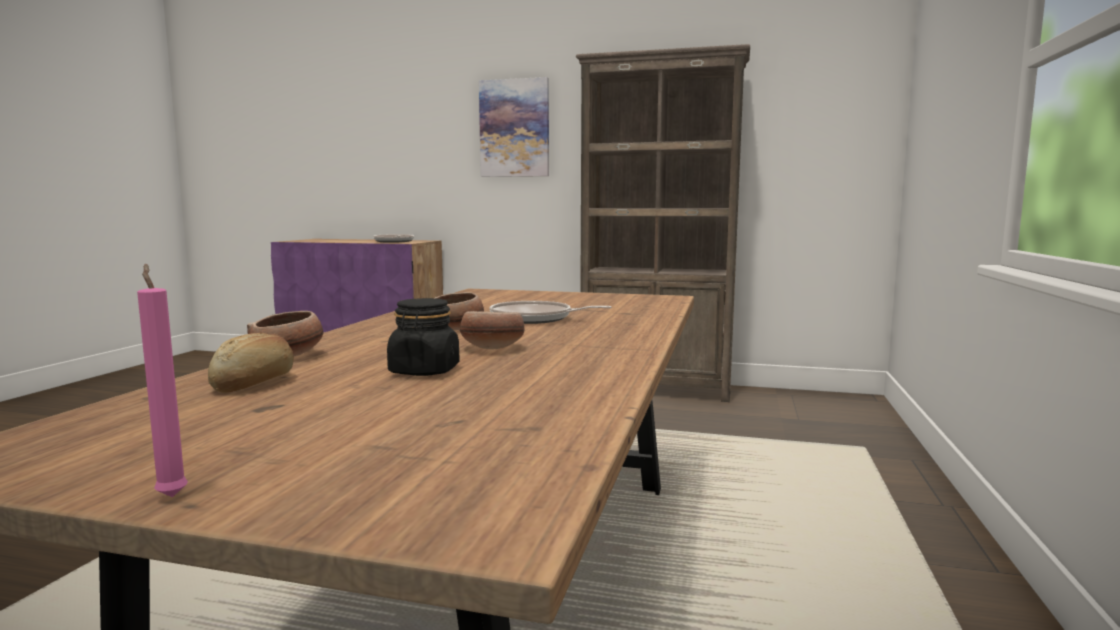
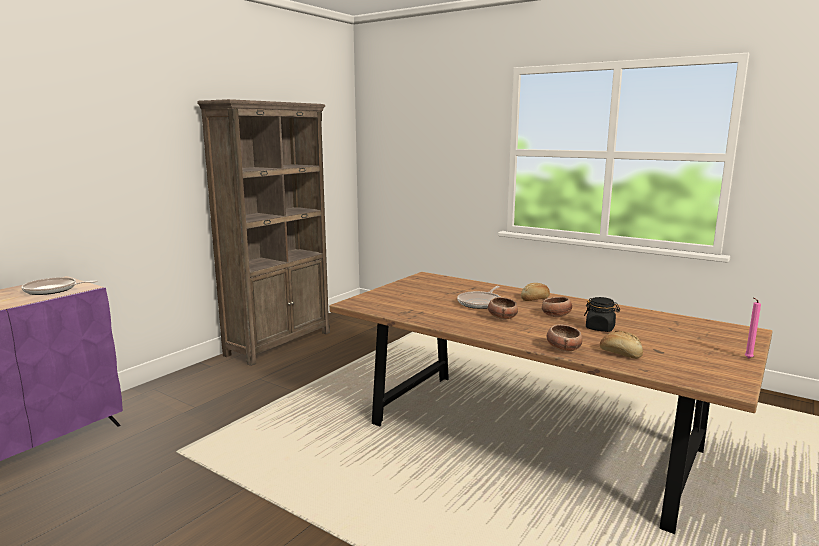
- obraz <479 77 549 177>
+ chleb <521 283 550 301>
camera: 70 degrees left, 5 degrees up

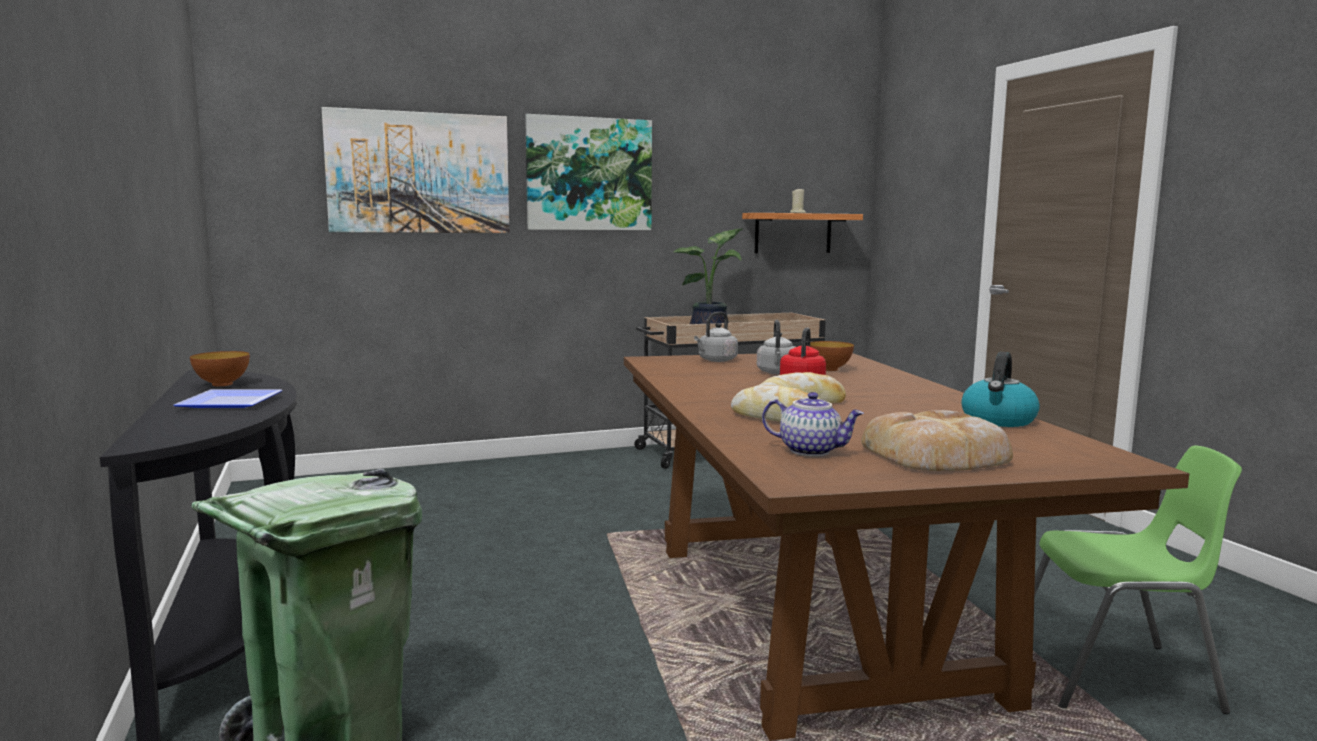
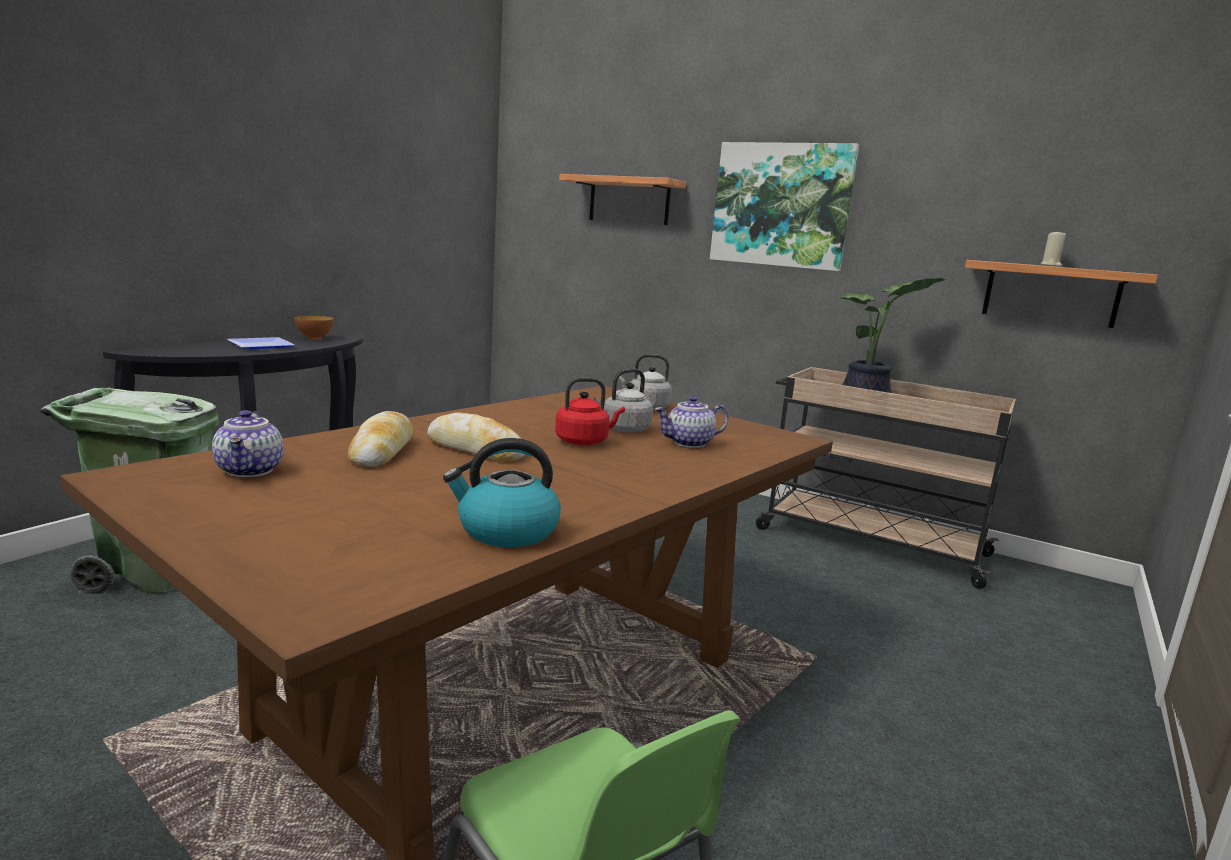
- chleb <861 410 1013 471>
~ obraz <322 107 509 233> to półka <559 174 686 225>
~ miska <810 341 854 371> to imbryk <655 396 729 448>
camera: 50 degrees right, 5 degrees up

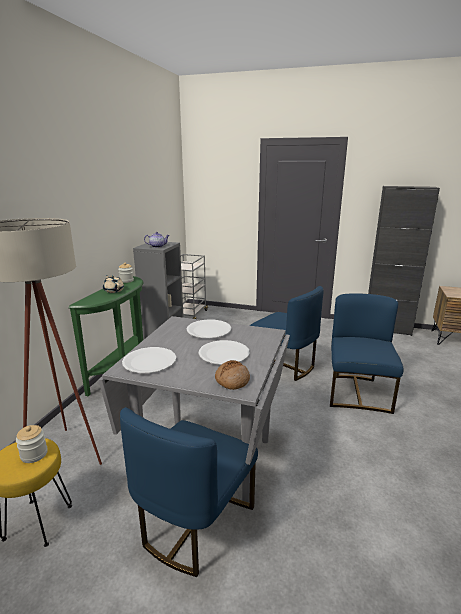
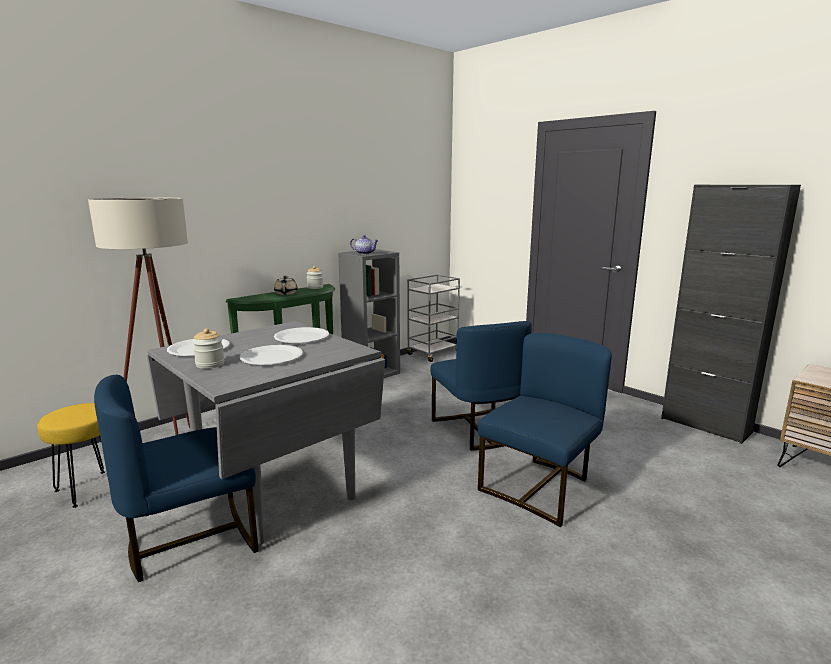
- chleb <215 360 250 390>
~ słoik <16 425 48 463> to <193 328 225 369>
camera: 30 degrees right, 5 degrees down

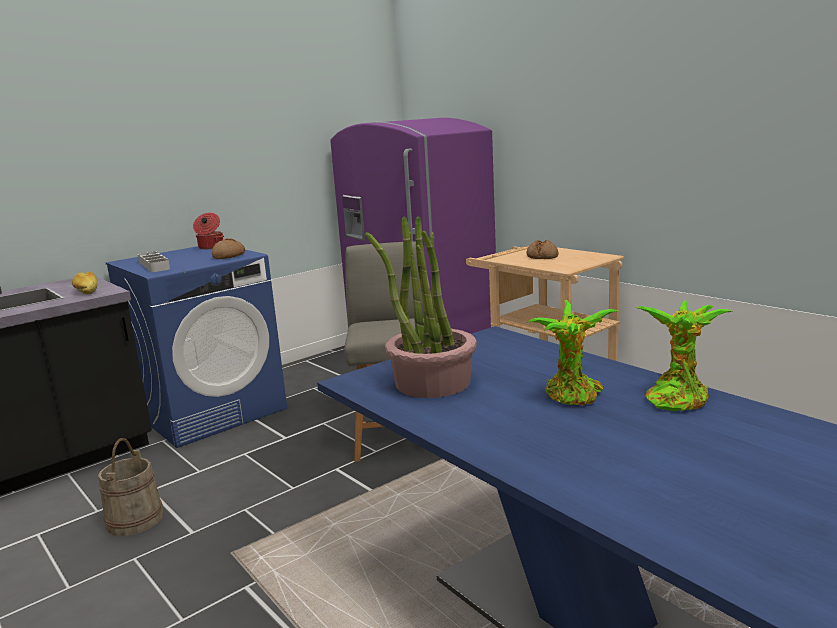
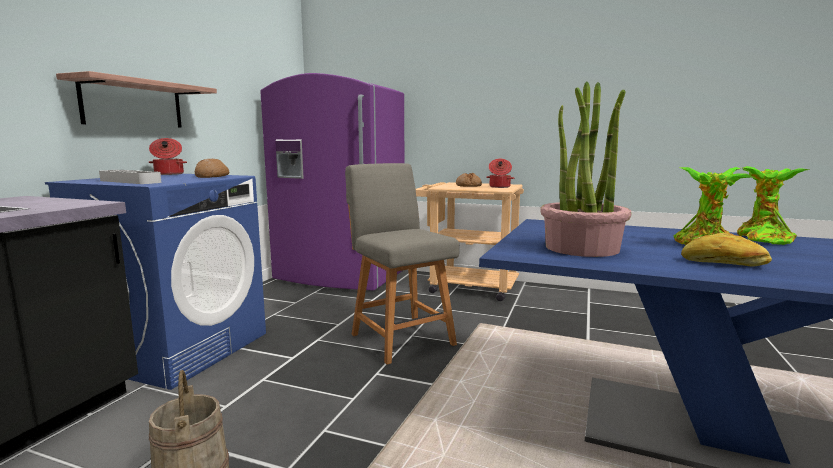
+ półka <56 71 217 127>
+ garnek <486 159 514 188>
~ chleb <72 272 97 294> to <681 232 772 266>
camera: 30 degrees left, 5 degrees down

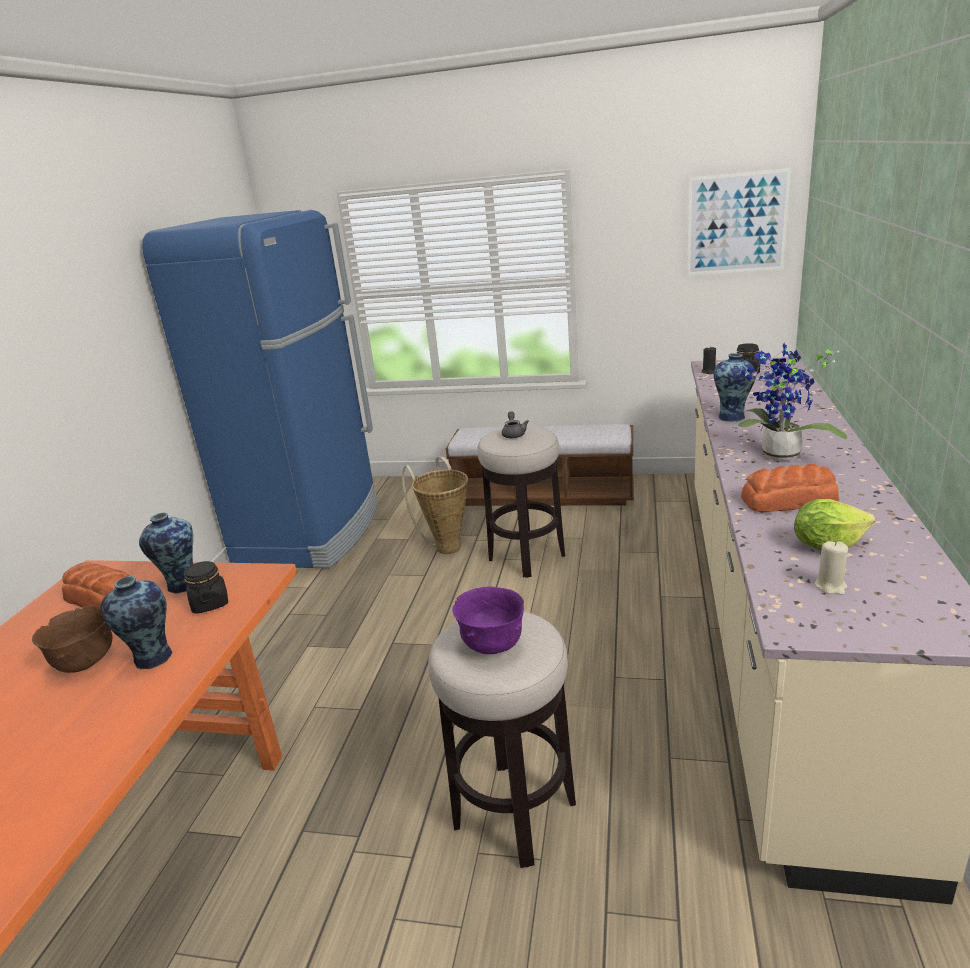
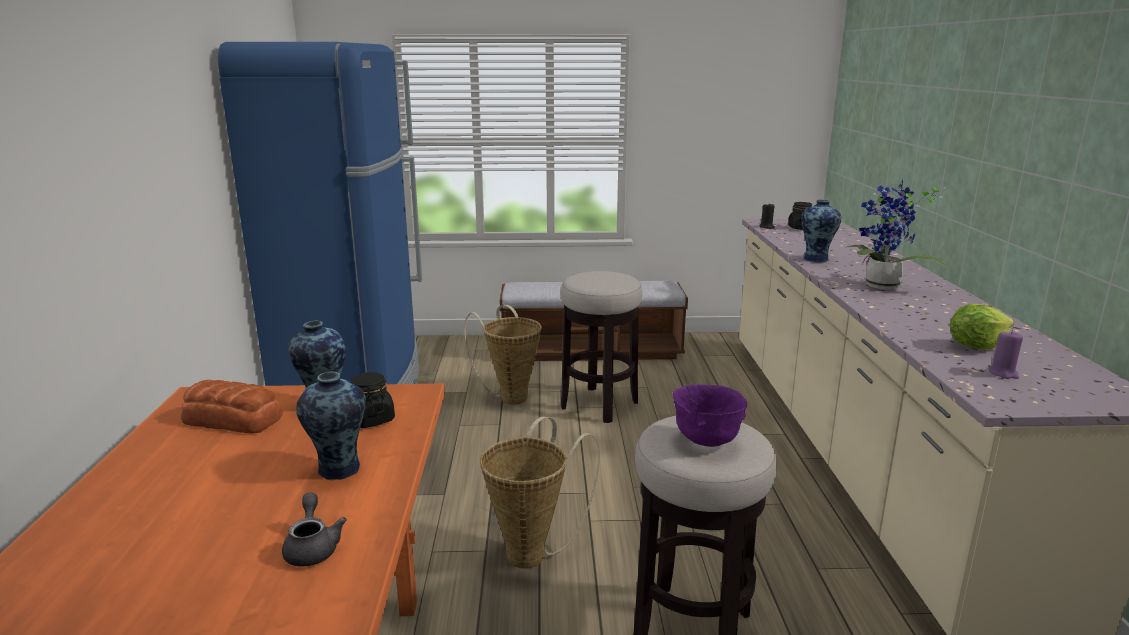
- miska (brązowy) <32 605 113 673>
- obraz <687 168 791 275>
- chleb <741 464 839 513>
+ koszyk <480 416 600 569>
~ imbryk (szary) <502 411 529 438> to <282 492 347 567>
~ świeca (beżowy) <815 541 848 595> to świeca (fioletowy) <989 330 1023 379>
camera: 15 degrees left, 5 degrees down

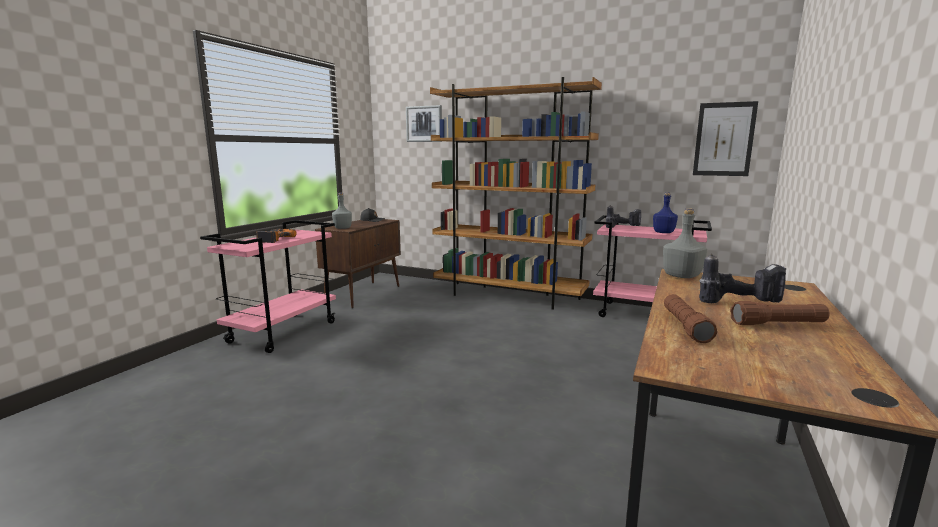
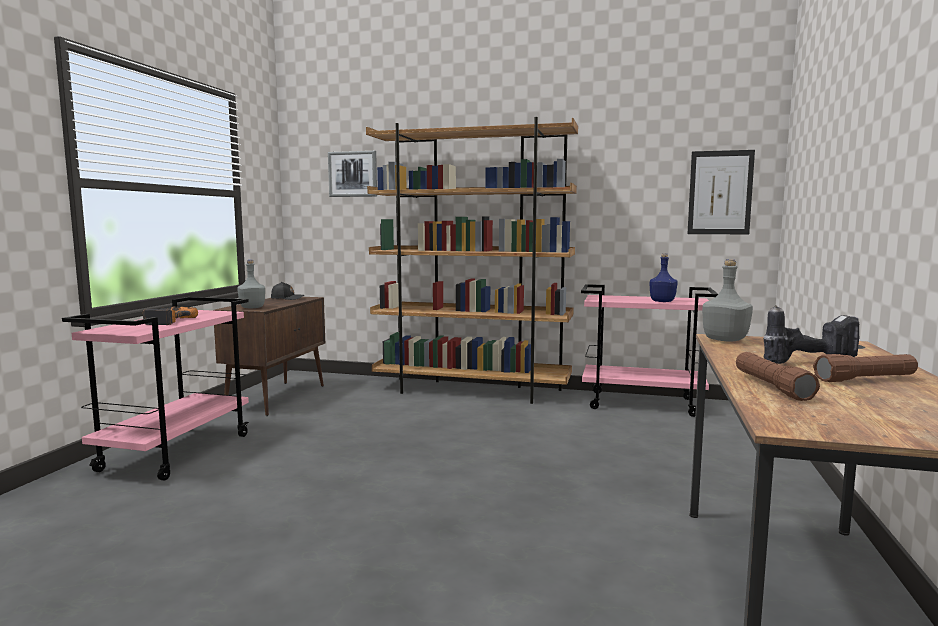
- wiertarka <606 205 641 228>
camera: 10 degrees left, 5 degrees down

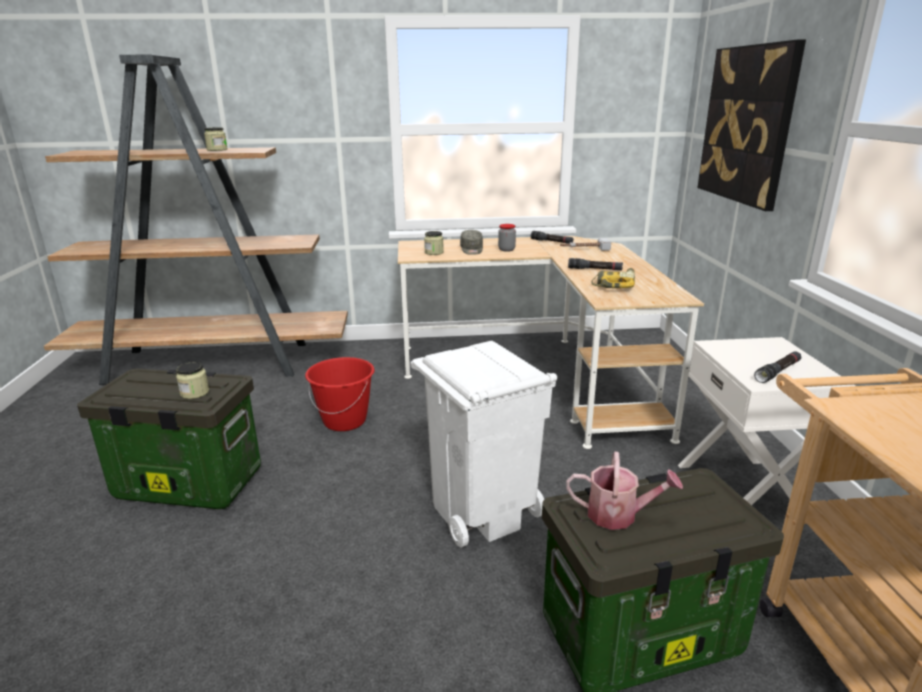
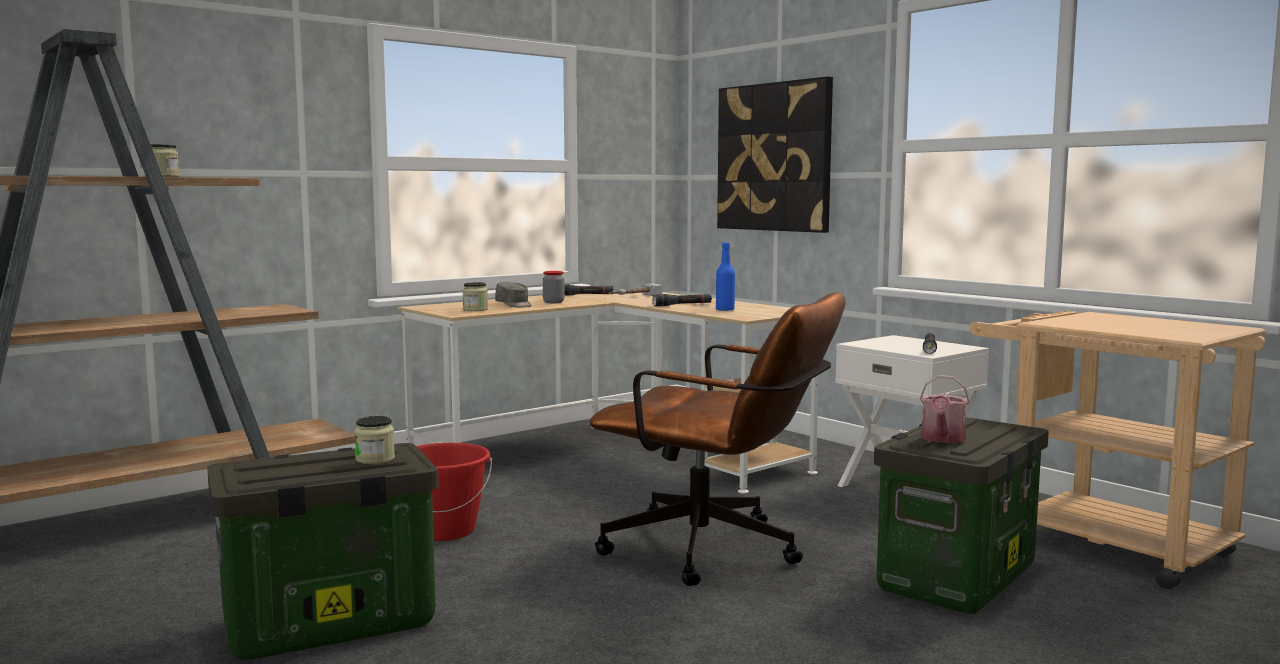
~ kosz na śmieci (biały) <411 341 557 548> to krzesło biurowe (brązowy) <590 293 845 586>
~ wiertarka <592 268 635 288> to butelka (niebieski) <716 242 735 311>
~ konewka <566 452 683 530> = <920 375 970 443> 135 degrees clockwise
camera: 35 degrees left, 15 degrees down

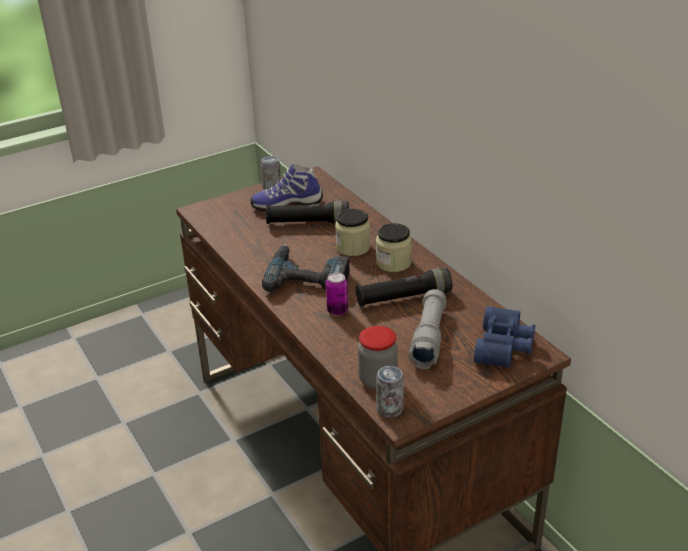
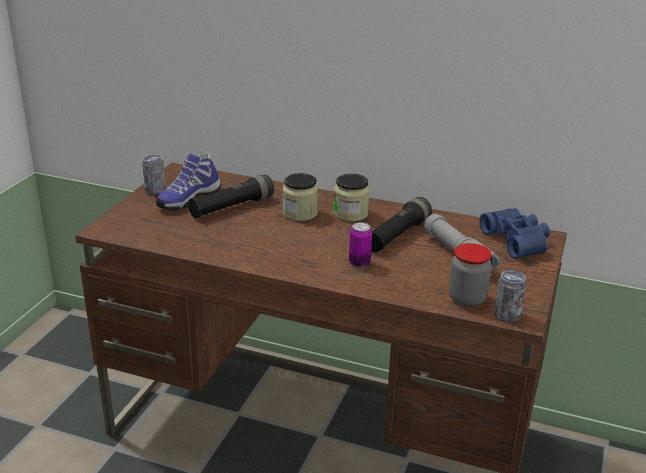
- wiertarka <262 244 350 292>
camera: 40 degrees left, 5 degrees down

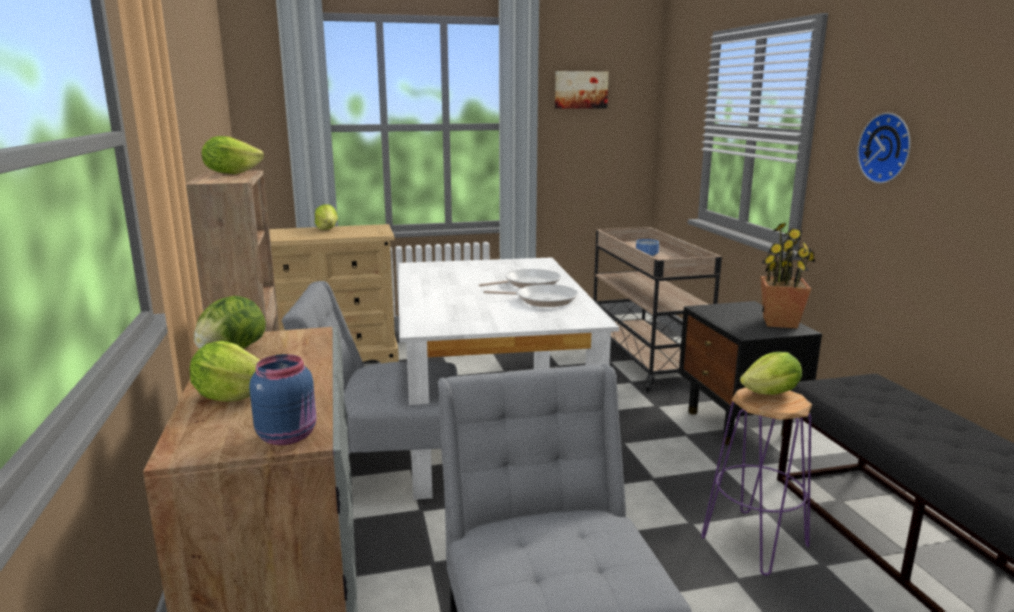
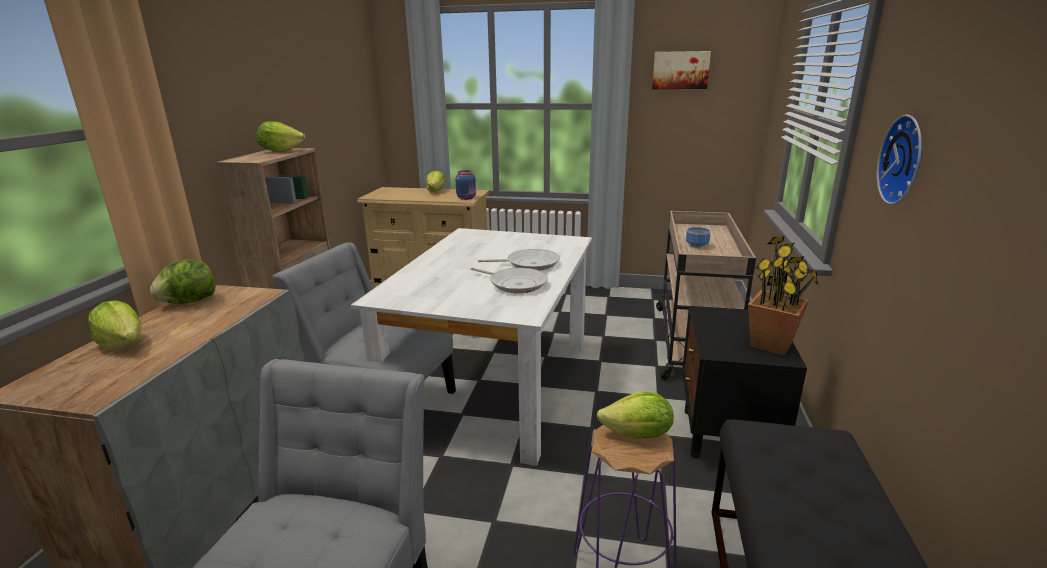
~ słoik (niebieski) <250 354 316 445> to <455 170 476 200>
camera: 25 degrees right, 5 degrees up

